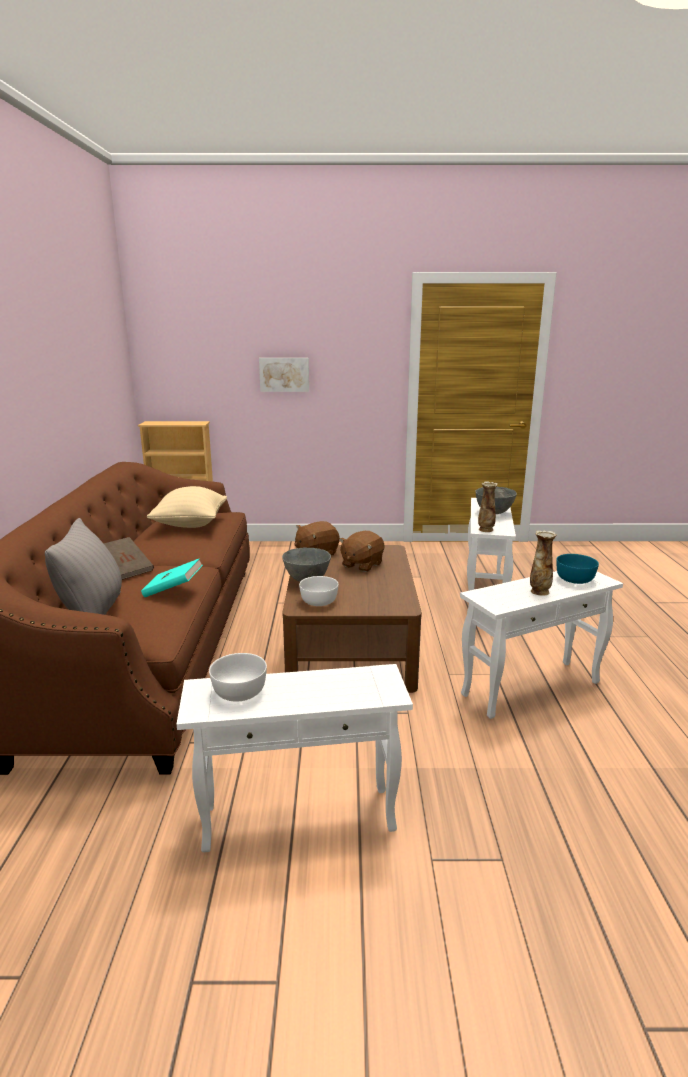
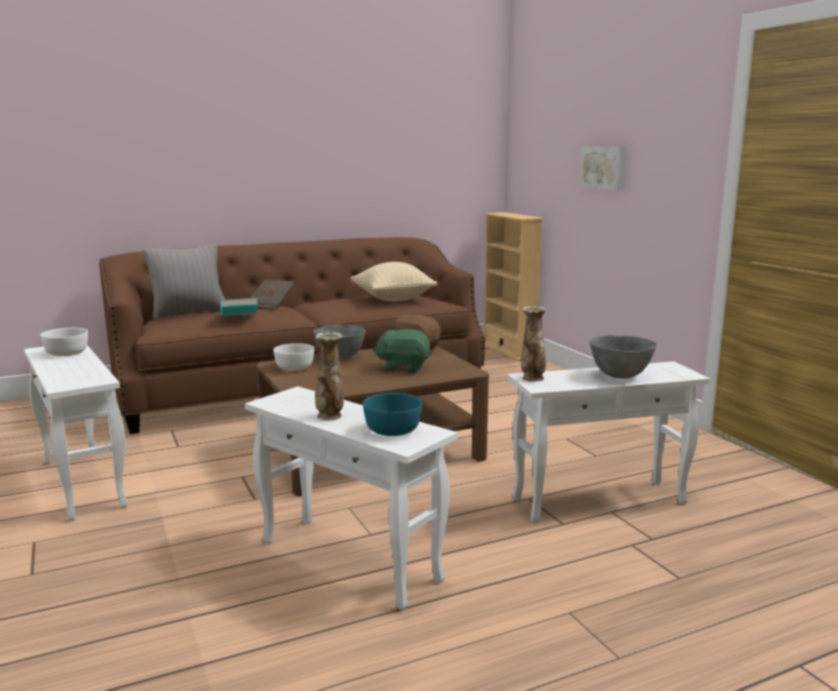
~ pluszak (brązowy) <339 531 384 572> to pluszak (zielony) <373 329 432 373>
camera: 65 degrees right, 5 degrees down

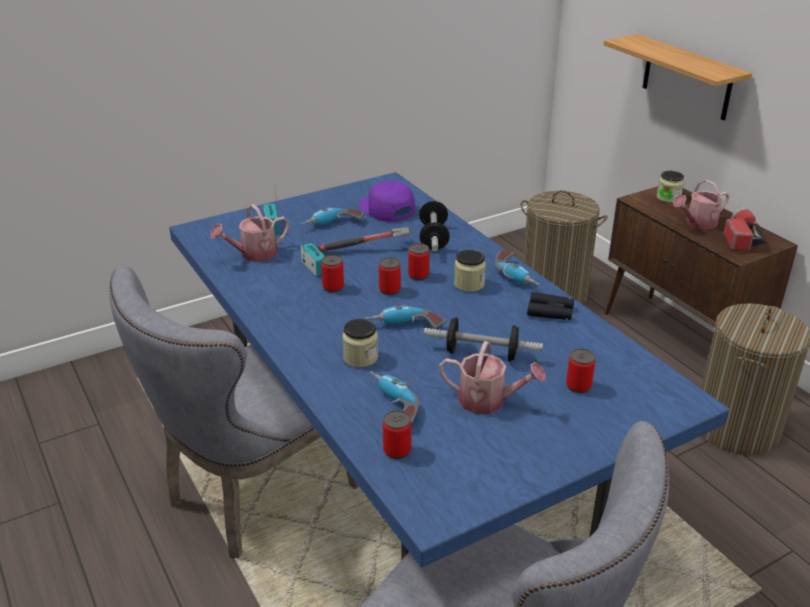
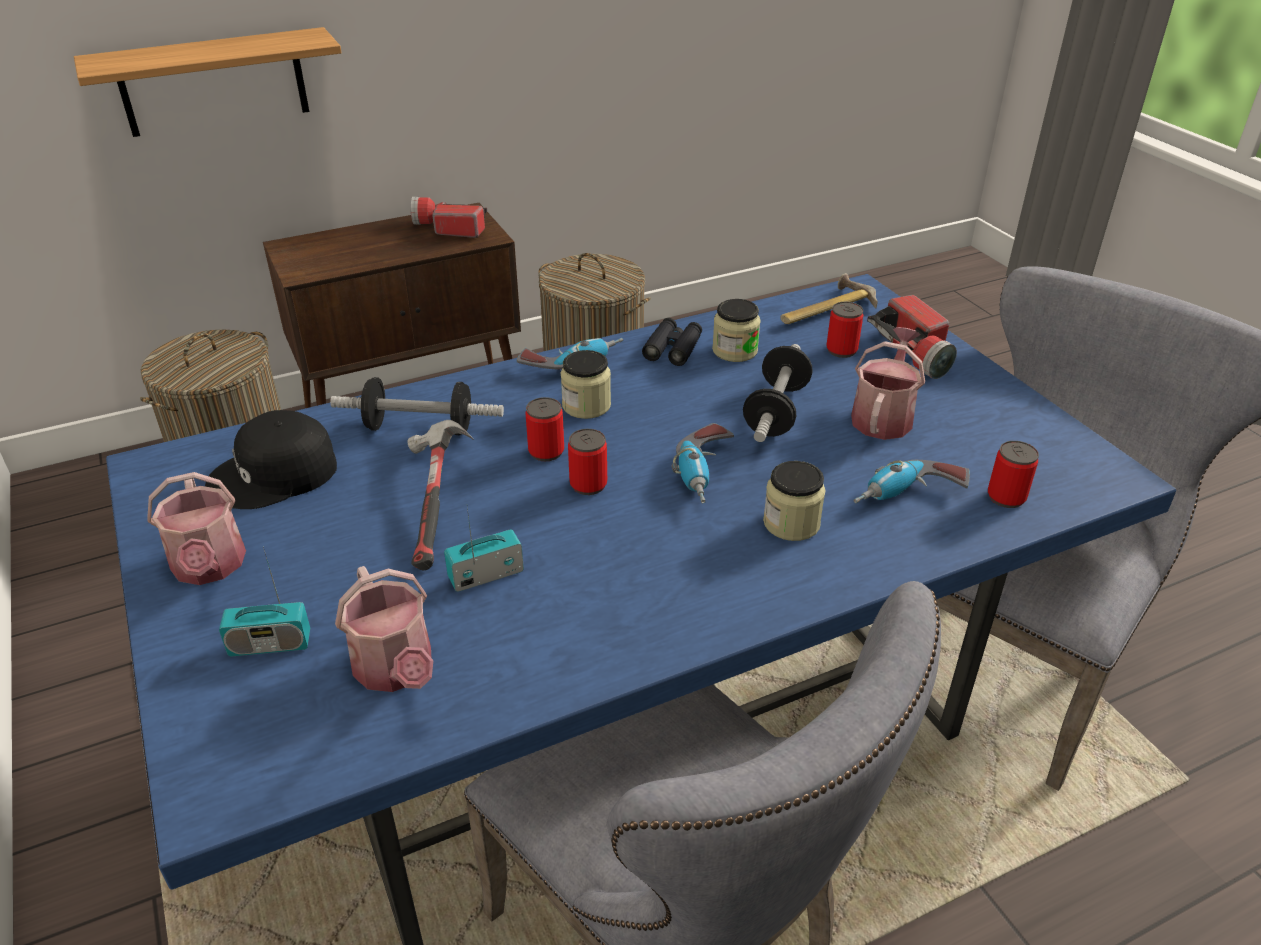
- wiertarka <301 207 364 225>
- puszka <321 255 344 293>
+ młotek <780 273 878 324>
+ latarka <867 295 957 379>
~ słoik <657 171 684 203> to <712 299 761 362>
~ konewka <673 179 729 230> to <147 472 246 585>
~ czapka z daszkiem (fioletowy) <359 181 415 222> to czapka z daszkiem (czarny) <205 410 337 509>
camera: 85 degrees left, 5 degrees up

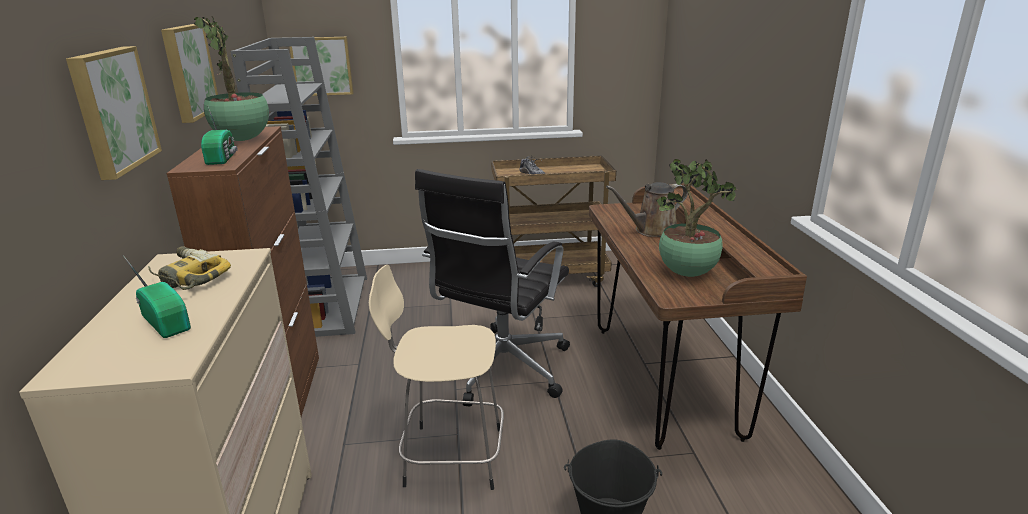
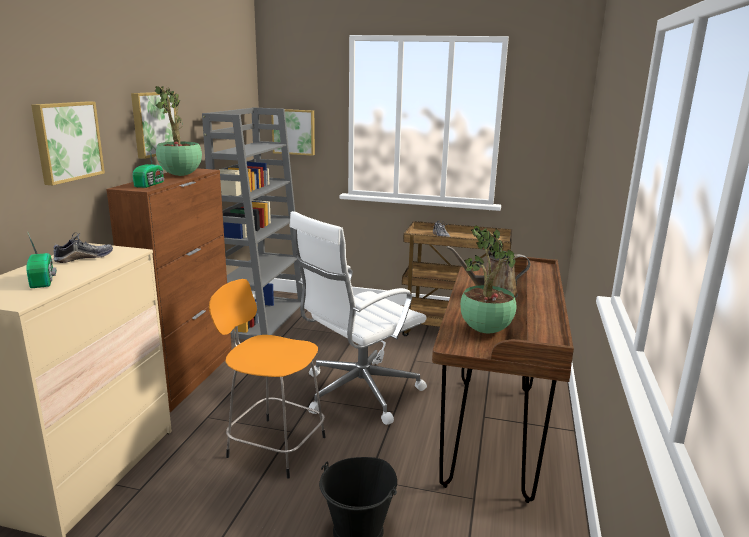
~ wiertarka <148 246 231 290> to but <53 232 113 263>
~ stołek (beżowy) <369 265 504 490> to stołek (pomarańczowy) <209 279 325 478>
~ krzesło biurowe (czarny) <415 169 570 406> to krzesło biurowe (biały) <289 211 427 425>
camera: 20 degrees right, 5 degrees down

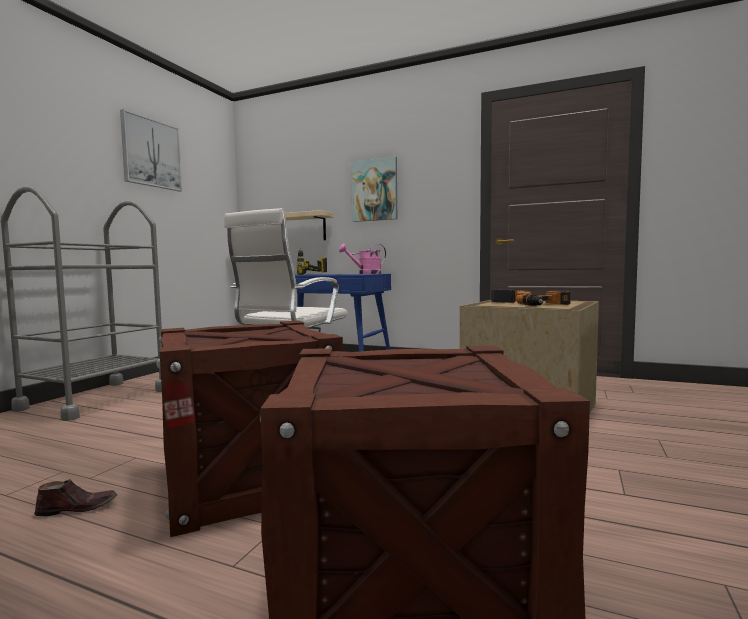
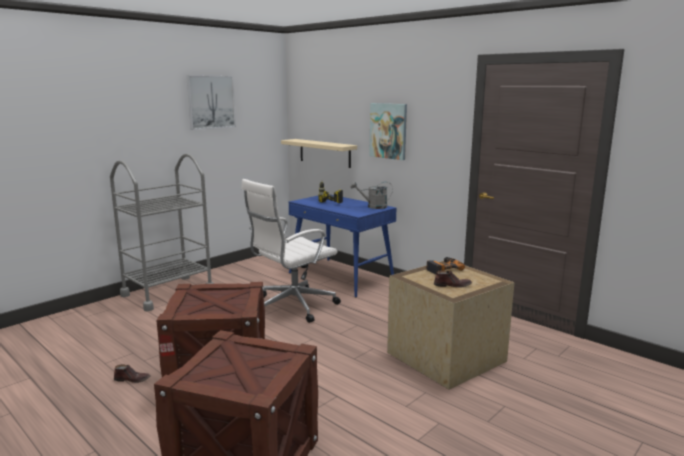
~ wiertarka <516 290 570 306> to but (brązowy) <434 270 472 288>
~ konewka (różowy) <339 244 386 274> to konewka (szary) <350 181 393 209>
camera: 20 degrees right, 10 degrees up

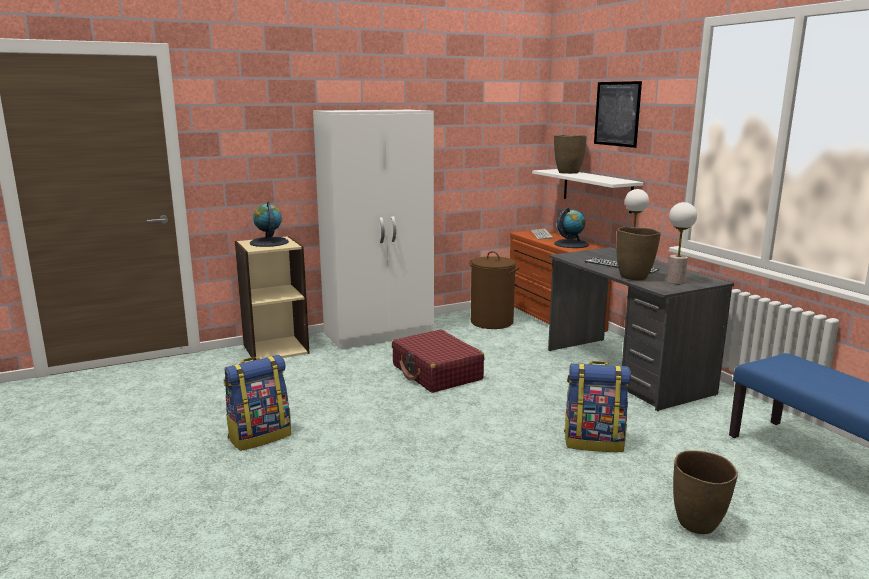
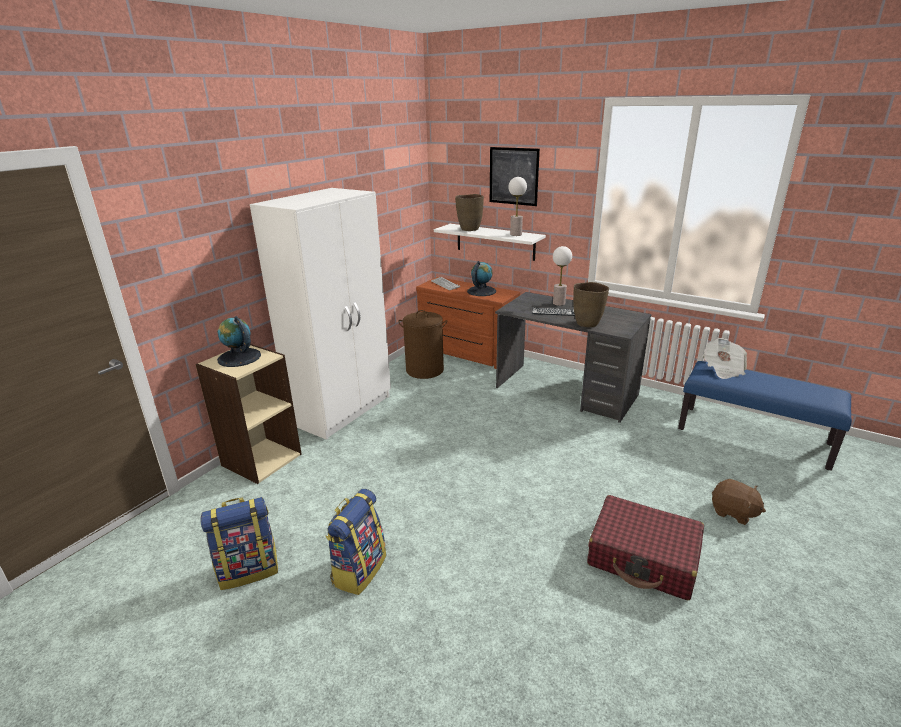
+ gazeta <703 338 747 379>
~ walizka (czerwony) <392 329 484 393> to <587 495 704 600>
~ plecak <564 361 631 452> to <200 497 278 590>
~ lampa stołowa <667 202 697 284> to <508 177 527 236>
~ wazon (brązowy) <673 451 738 534> to pluszak (brązowy) <712 479 766 525>
camera: 30 degrees left, 10 degrees up

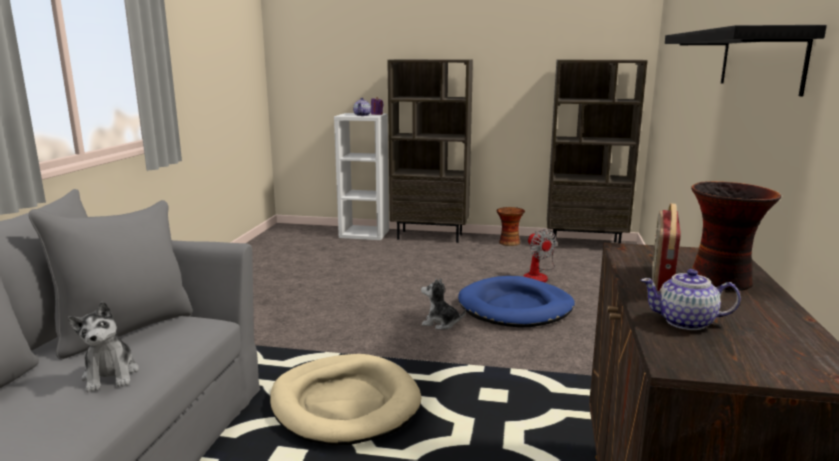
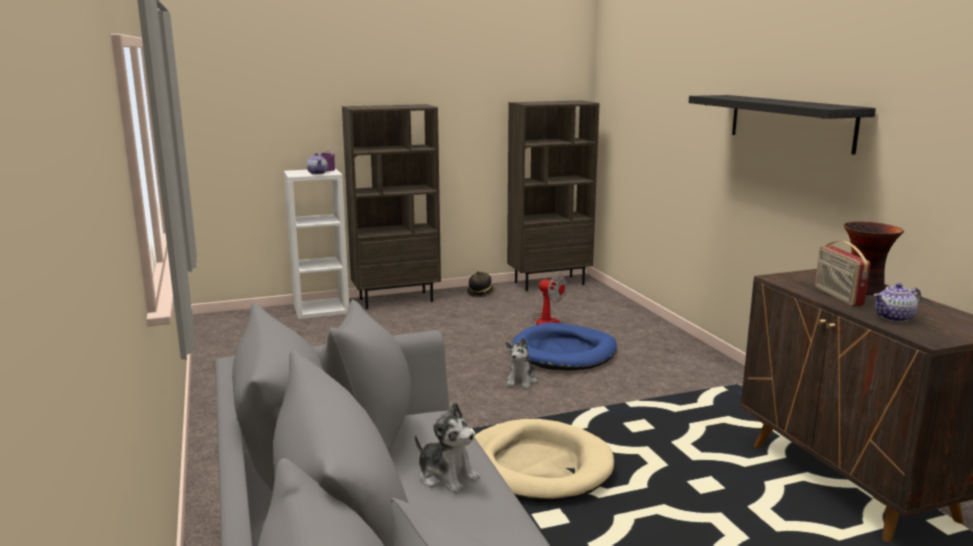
~ wazon <496 207 525 246> to kapelusz <467 271 495 297>
~ pluszak <421 278 466 330> = <505 338 537 389> 60 degrees counterclockwise
camera: 30 degrees left, 0 degrees up

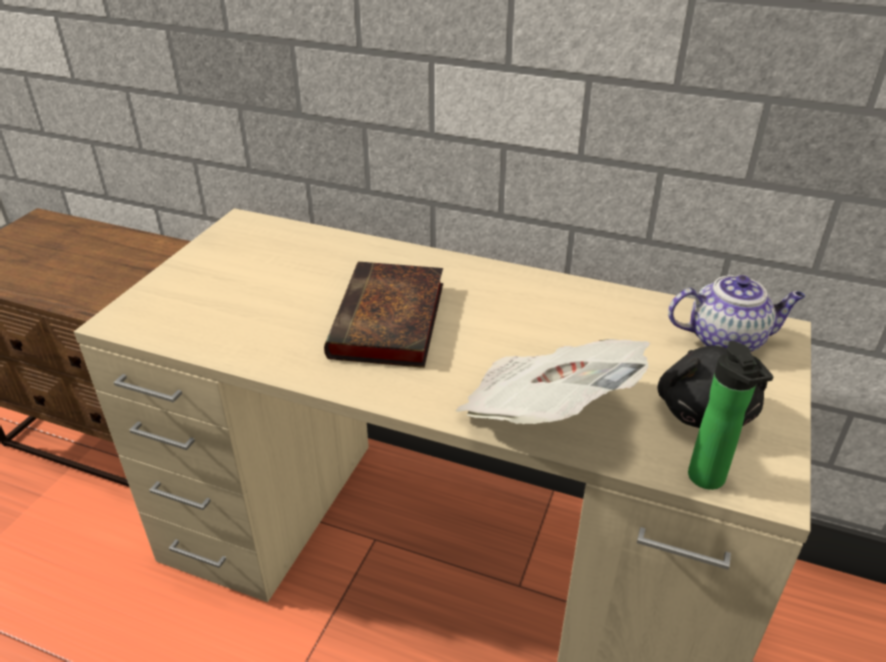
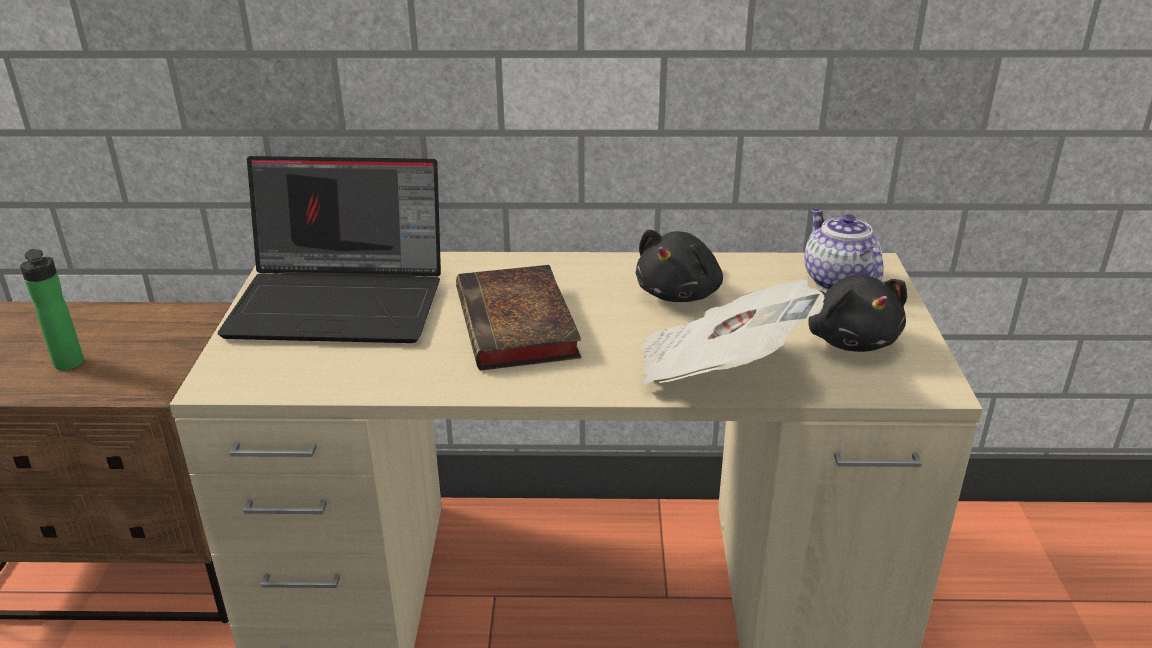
+ laptop <218 156 441 343>
+ pluszak (czarny) <636 230 723 302>
~ butelka <688 341 774 490> to <20 249 84 370>
~ imbryk <668 275 805 351> = <804 209 884 291> 90 degrees counterclockwise
camera: 20 degrees left, 5 degrees down

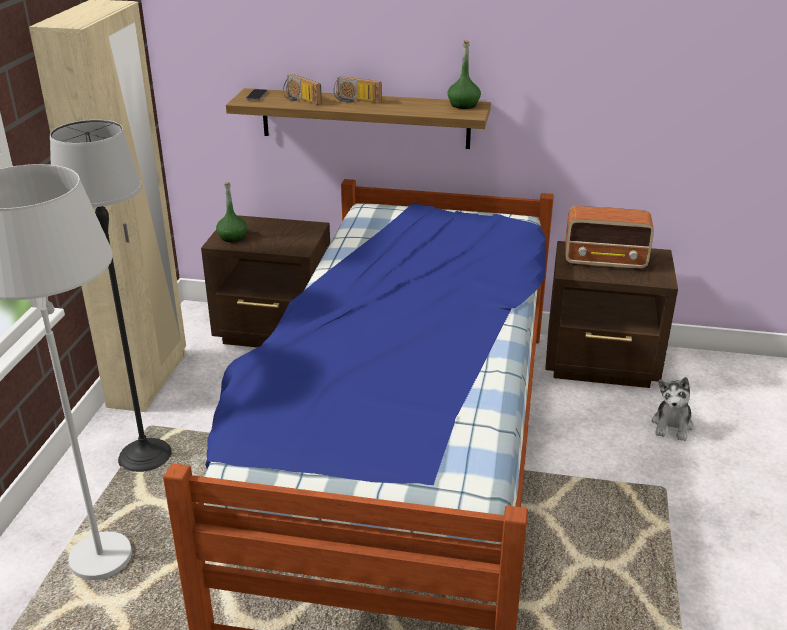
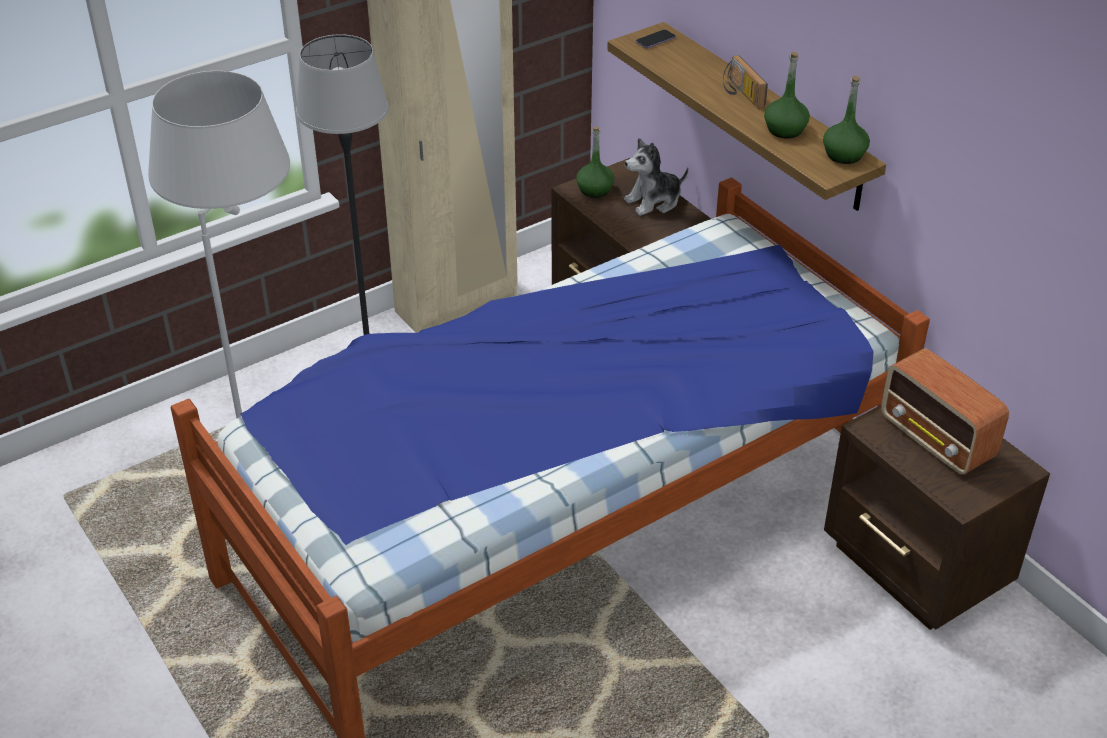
- radio <283 74 322 105>
+ butelka (zielony) <764 52 810 138>
~ pluszak <652 377 693 441> to <624 138 688 216>
camera: 45 degrees right, 10 degrees up

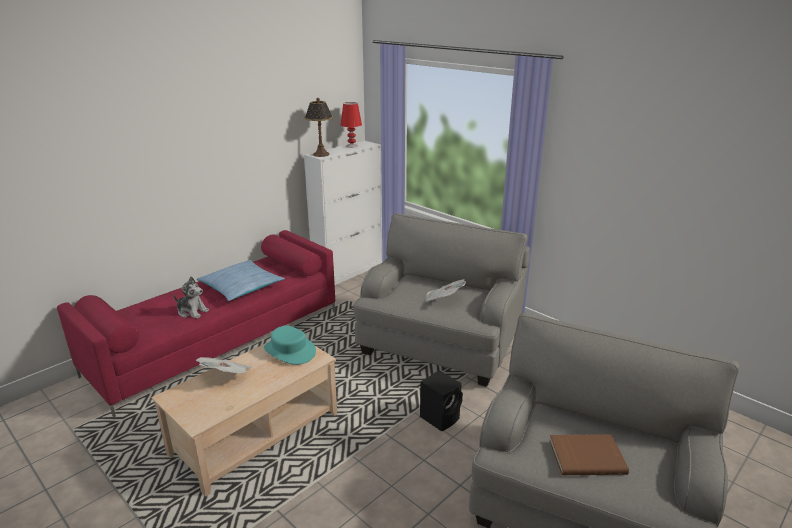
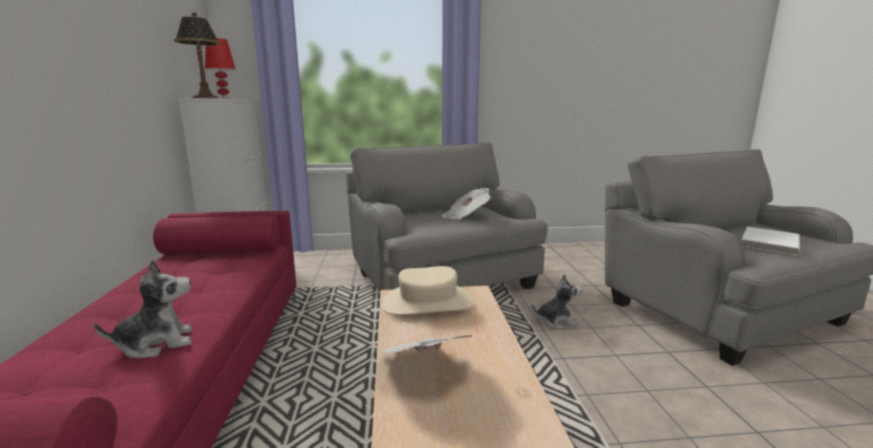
- poduszka <197 260 285 301>
~ głośnik (czarny) <420 370 463 431> to pluszak <532 274 582 329>
~ kapelusz (turkusowy) <264 326 316 365> to kapelusz (beżowy) <382 266 475 315>
~ książka (brązowy) <549 434 629 475> to książka (biały) <741 227 800 256>
camera: 50 degrees left, 10 degrees down

